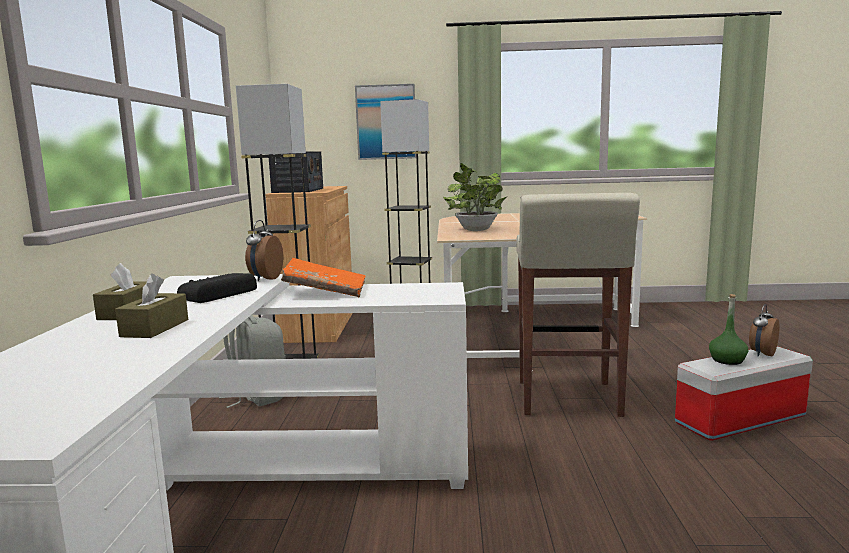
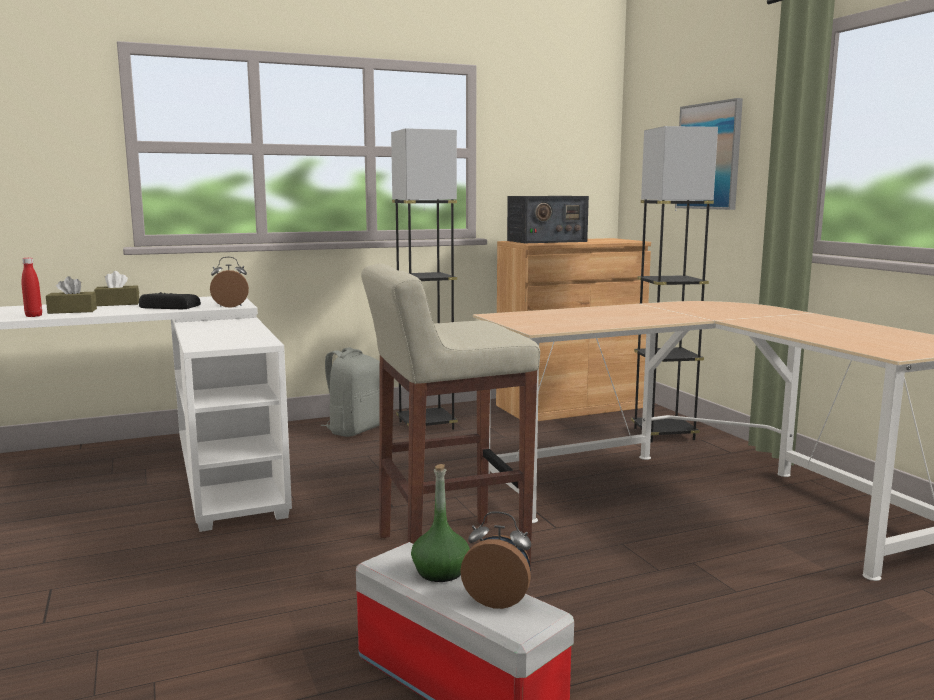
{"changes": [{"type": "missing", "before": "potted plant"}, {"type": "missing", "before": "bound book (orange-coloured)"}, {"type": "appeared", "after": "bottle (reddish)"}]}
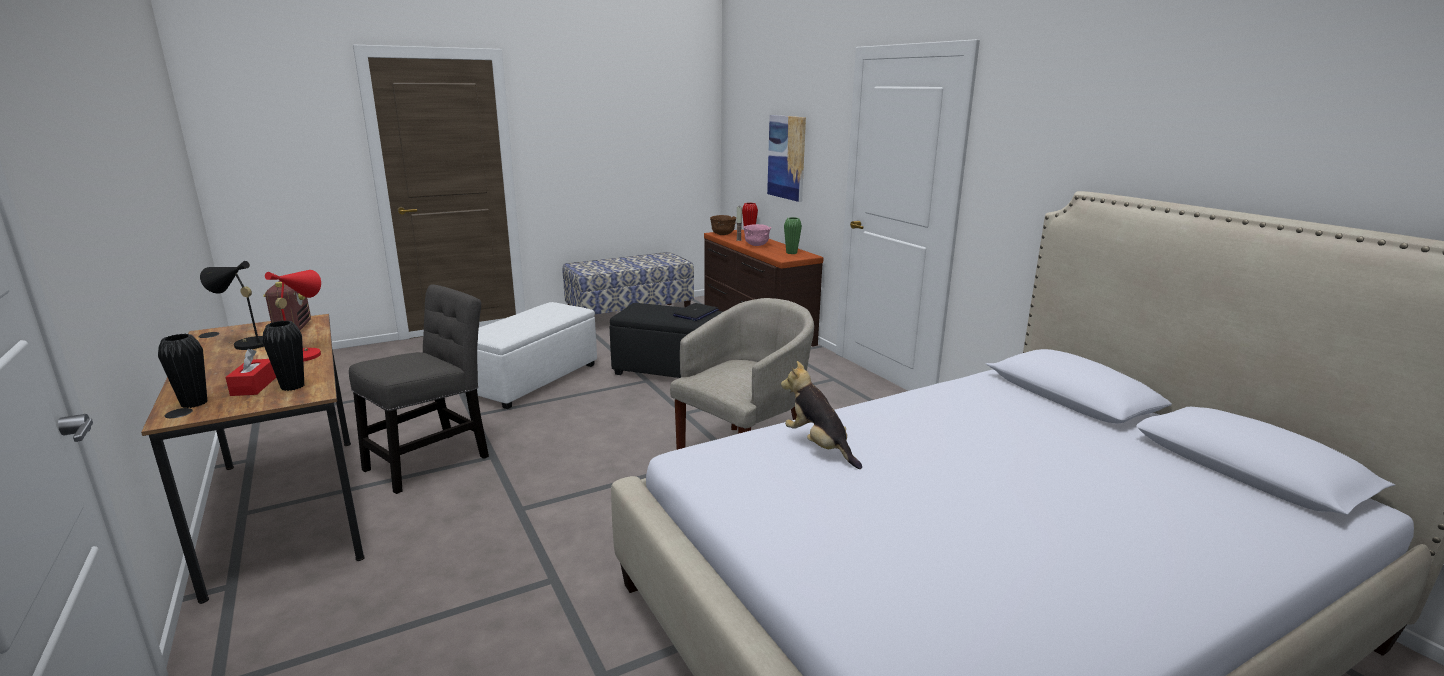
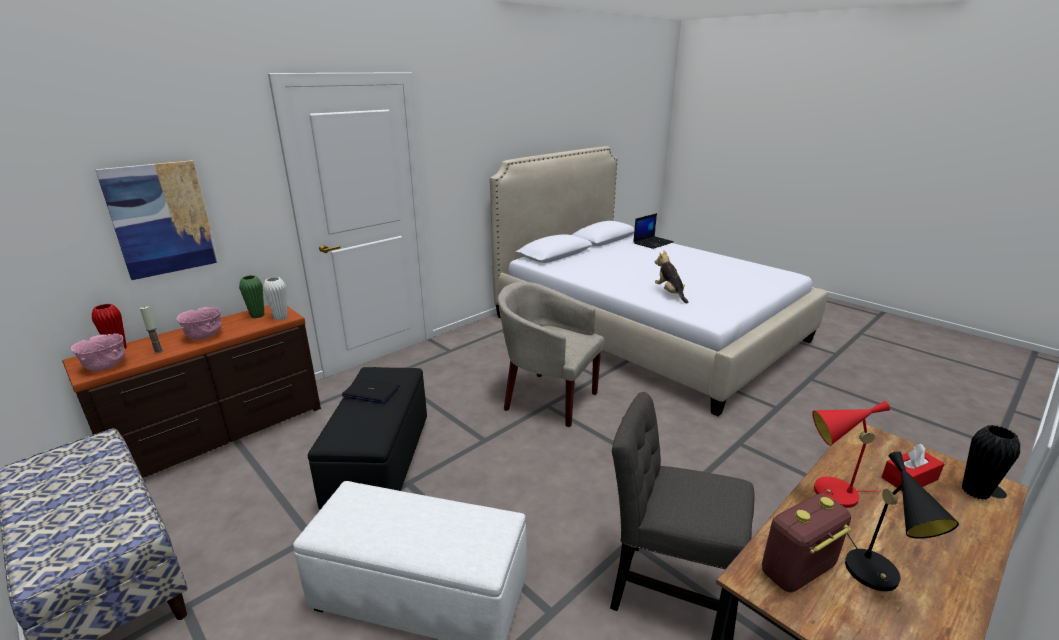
{"changes": [{"type": "colour", "before": "serving bowl (brown)", "after": "serving bowl (pink) (no. 1 from left)"}, {"type": "missing", "before": "decorative vase (black-coloured) (no. 2 from left)"}, {"type": "spun", "before": "soft toy", "turn": 120}, {"type": "appeared", "after": "laptop (no. 2 from left)"}, {"type": "appeared", "after": "decorative vase (white-coloured)"}]}
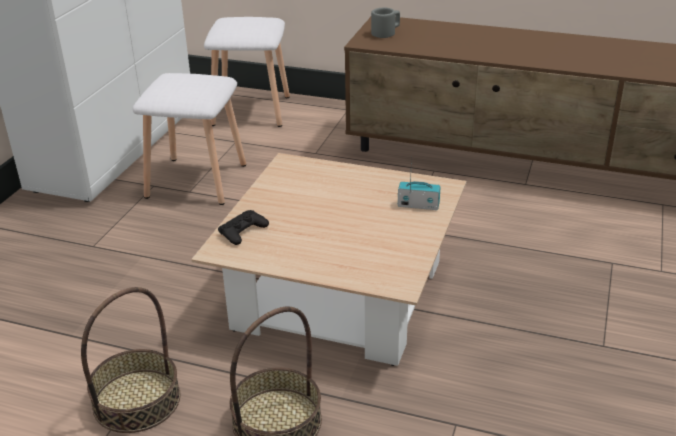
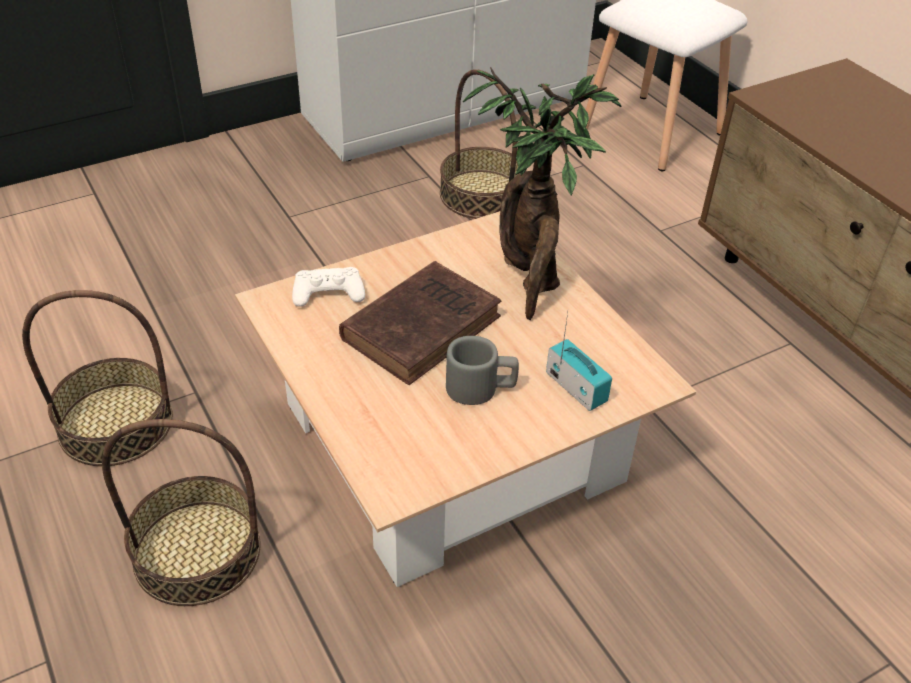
{"changes": [{"type": "relocated", "before": "coffee mug (gray)"}, {"type": "exchanged", "before": "sitting stool (white-coloured) (no. 1 from left)", "after": "basket (no. 3 from left)"}, {"type": "colour", "before": "joypad (black-coloured)", "after": "joypad (white-coloured)"}, {"type": "appeared", "after": "potted plant"}, {"type": "appeared", "after": "bound book (brown)"}]}
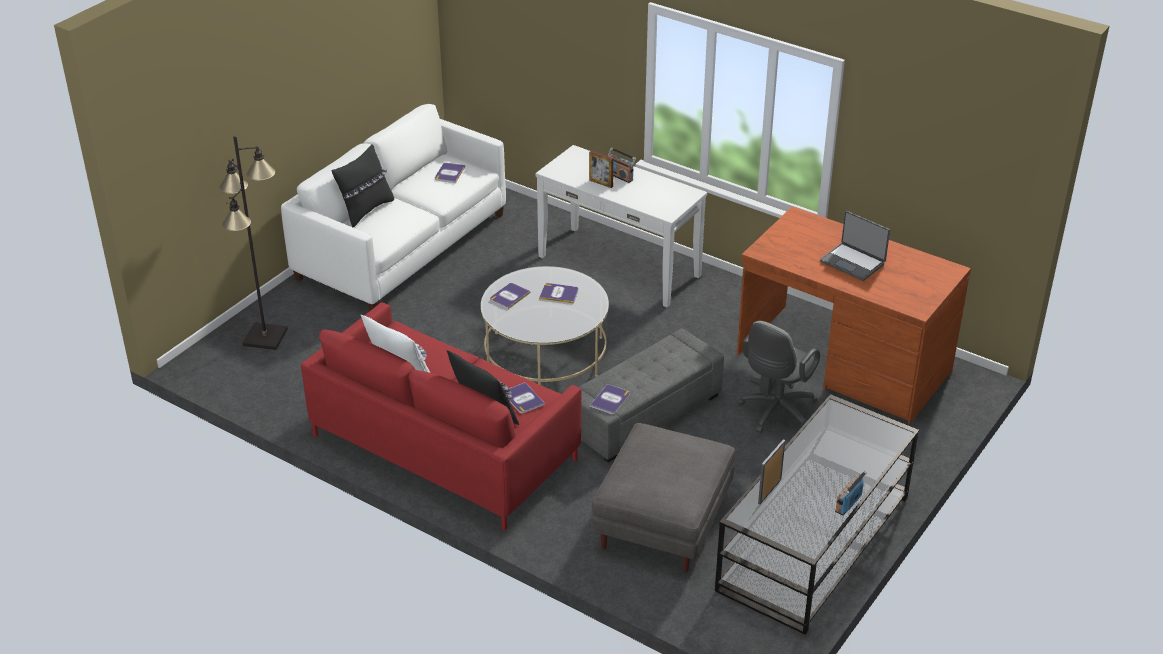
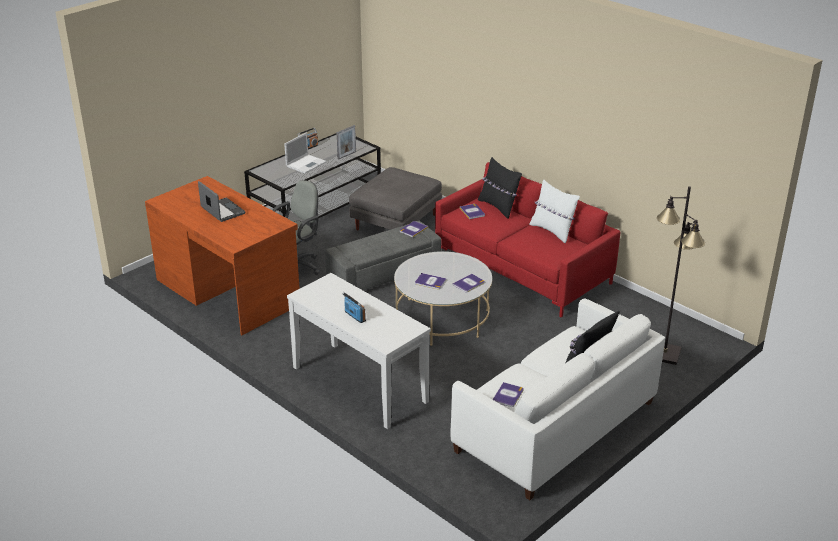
{"changes": [{"type": "missing", "before": "standing frame (no. 1 from left)"}, {"type": "appeared", "after": "laptop (no. 2 from left)"}]}
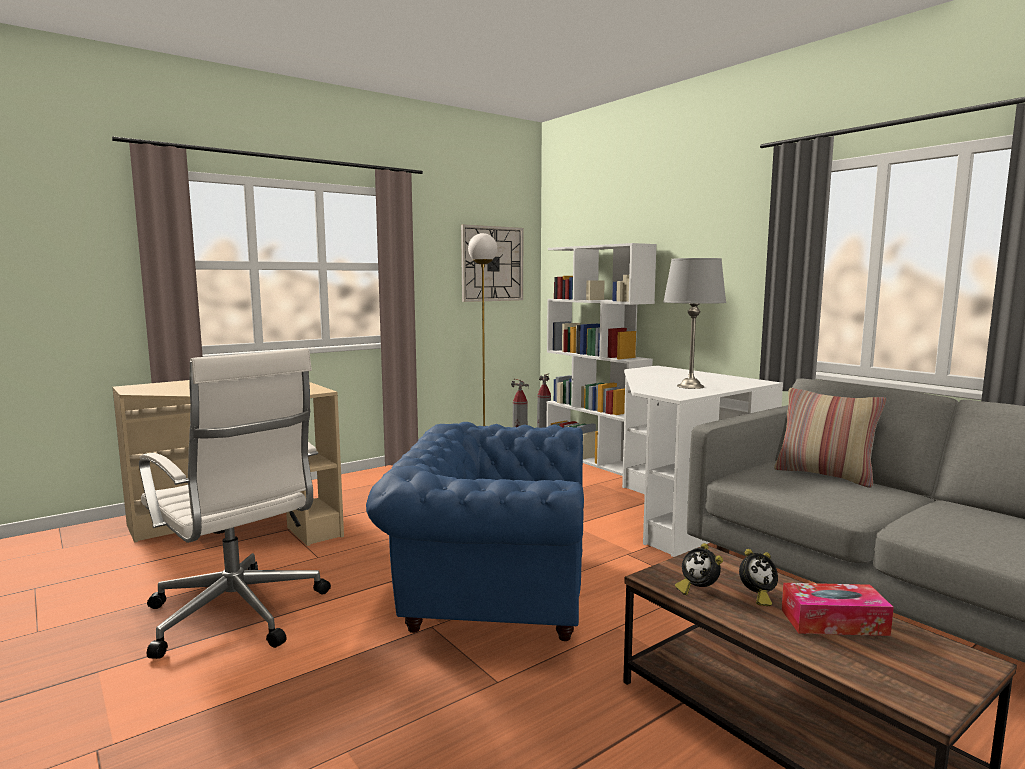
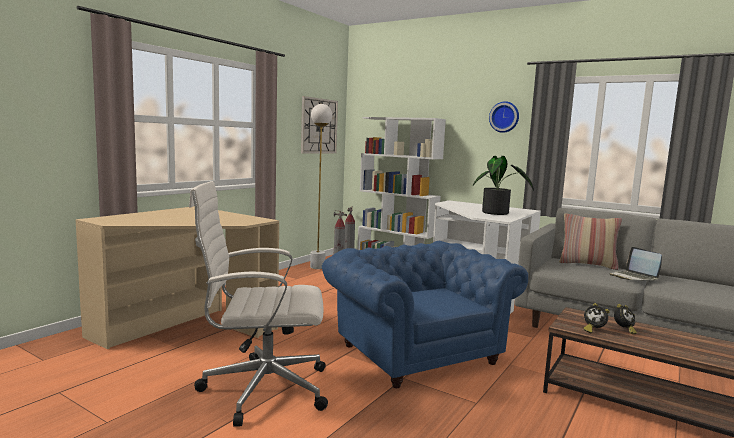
{"changes": [{"type": "exchanged", "before": "table lamp (gray)", "after": "potted plant"}, {"type": "spun", "before": "desk chair (white-coloured)", "turn": 150}, {"type": "spun", "before": "easy chair (blue)", "turn": 75}, {"type": "missing", "before": "box of tissues"}, {"type": "appeared", "after": "wall clock (no. 2 from left)"}, {"type": "appeared", "after": "laptop"}]}
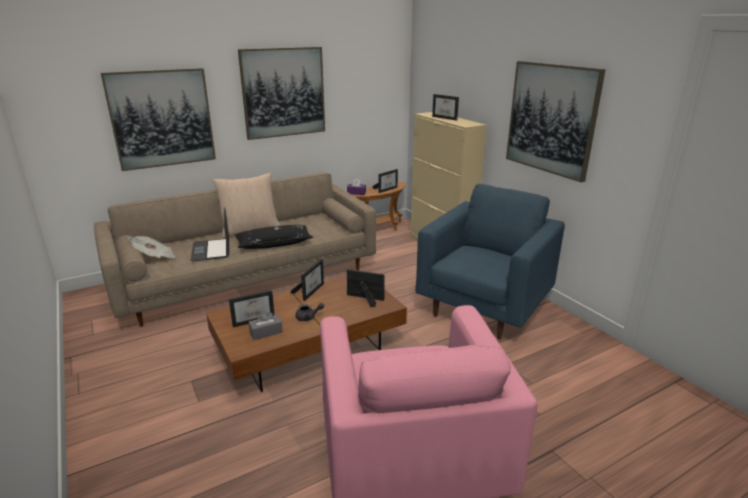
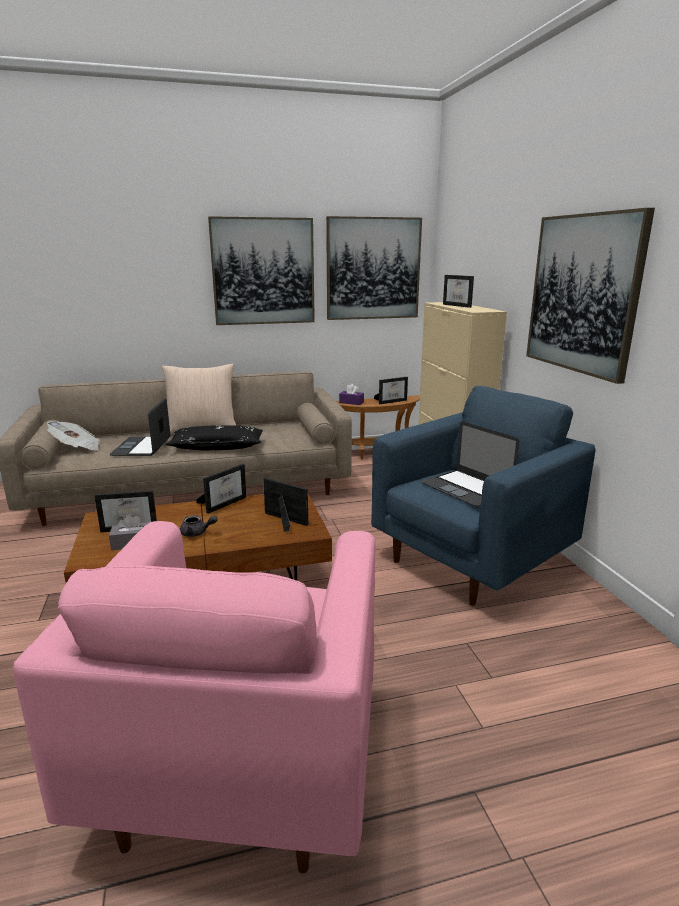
{"changes": [{"type": "relocated", "before": "wall art (no. 1 from left in the first image)", "after": "wall art (no. 2 from left)"}, {"type": "appeared", "after": "laptop (no. 2 from left)"}]}
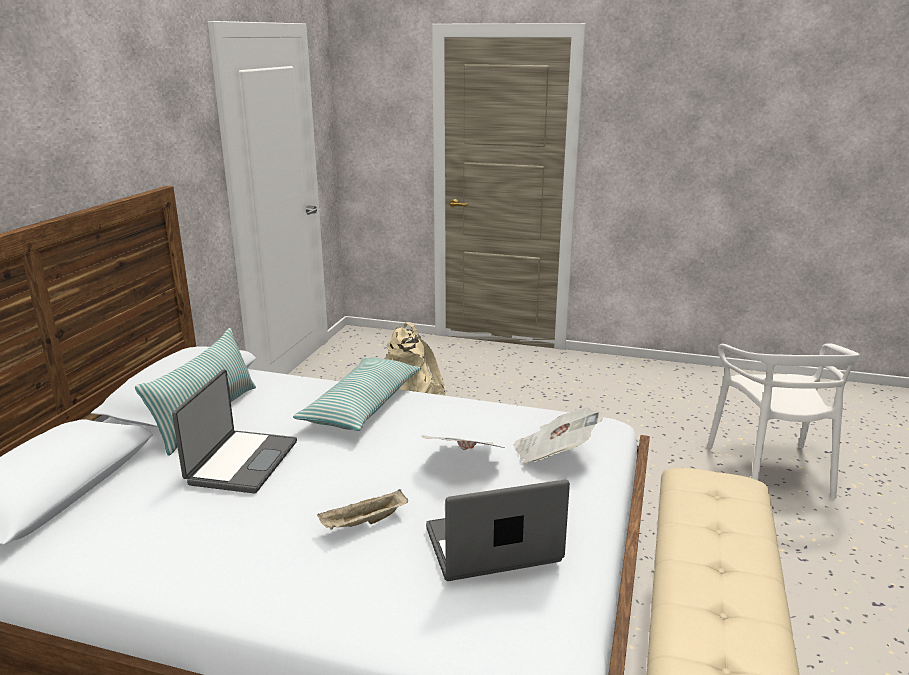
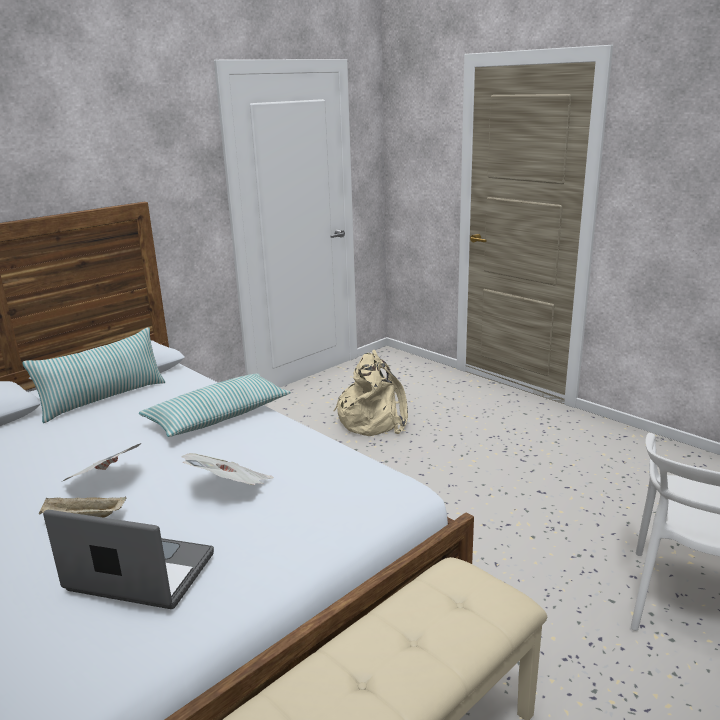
{"changes": [{"type": "missing", "before": "laptop (no. 1 from left)"}, {"type": "relocated", "before": "daily paper (no. 2 from left in the first image)", "after": "daily paper (no. 1 from left)"}]}
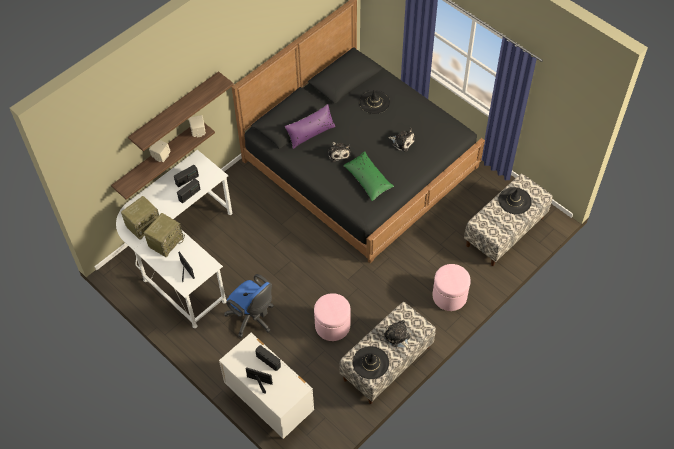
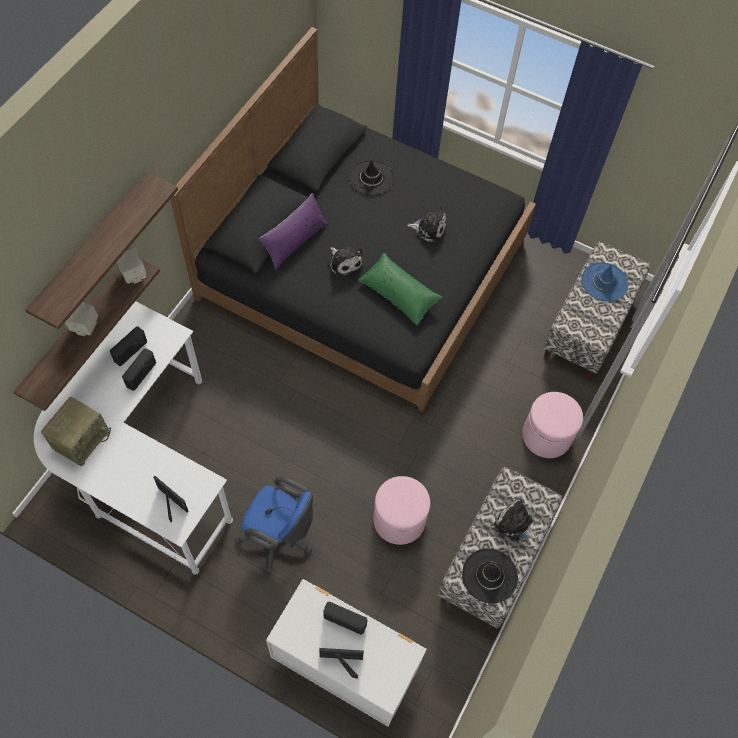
{"changes": [{"type": "colour", "before": "wearable hat (black-coloured) (no. 3 from left)", "after": "wearable hat (blue)"}, {"type": "missing", "before": "radio (no. 2 from left)"}]}
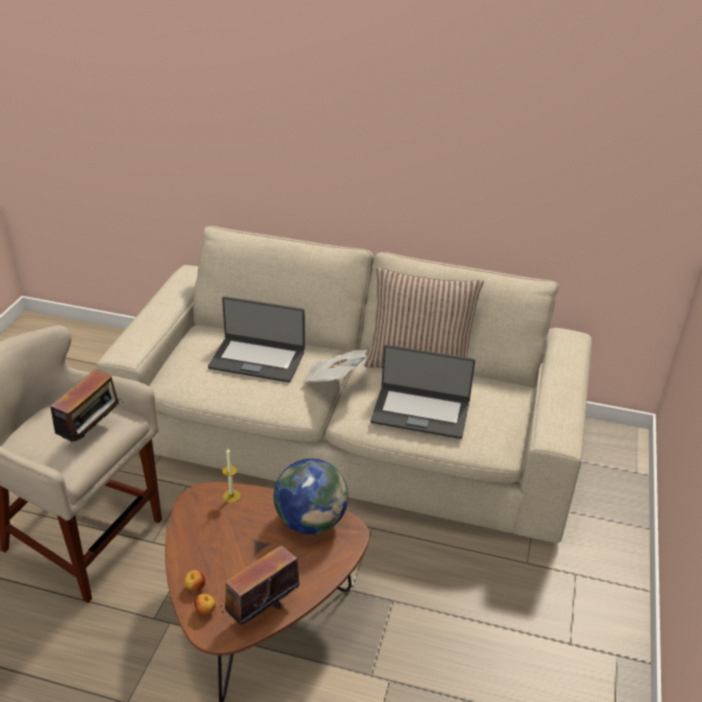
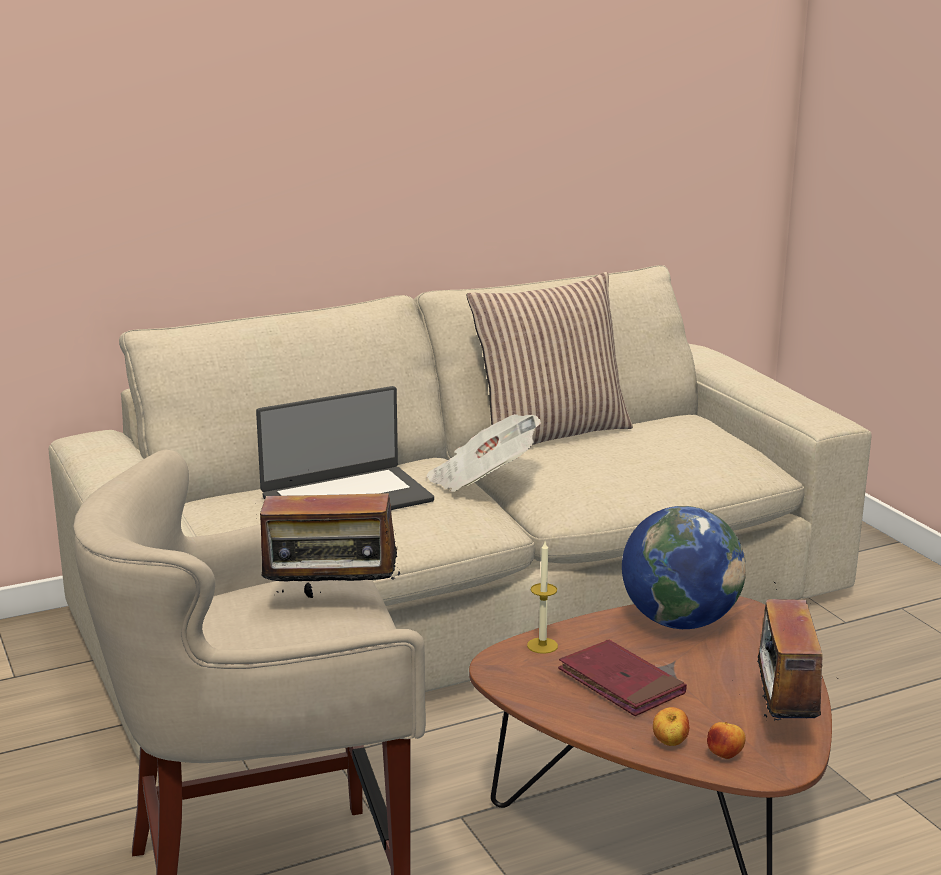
{"changes": [{"type": "missing", "before": "laptop (no. 2 from left)"}, {"type": "spun", "before": "radio (no. 1 from left)", "turn": 105}, {"type": "appeared", "after": "bound book (reddish)"}]}
